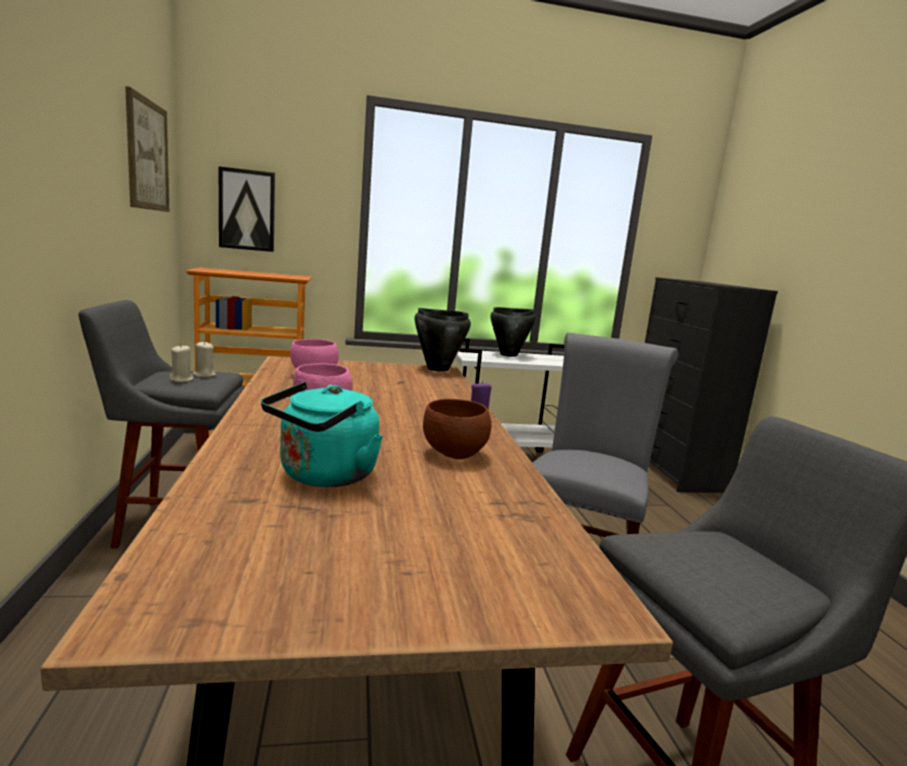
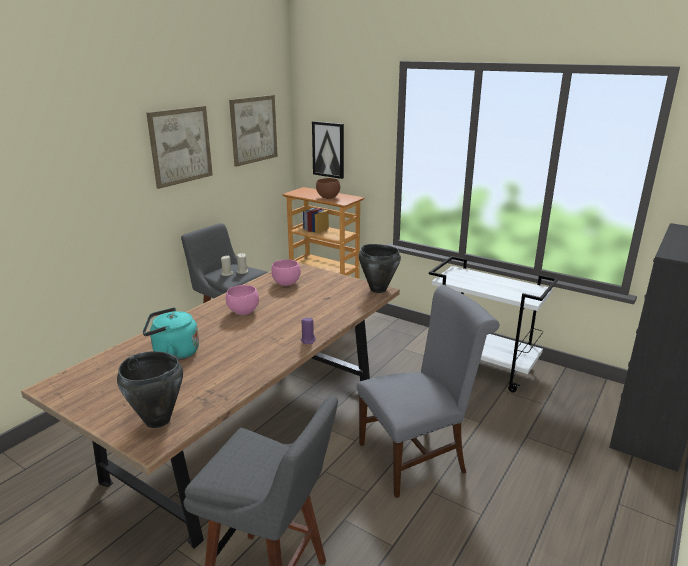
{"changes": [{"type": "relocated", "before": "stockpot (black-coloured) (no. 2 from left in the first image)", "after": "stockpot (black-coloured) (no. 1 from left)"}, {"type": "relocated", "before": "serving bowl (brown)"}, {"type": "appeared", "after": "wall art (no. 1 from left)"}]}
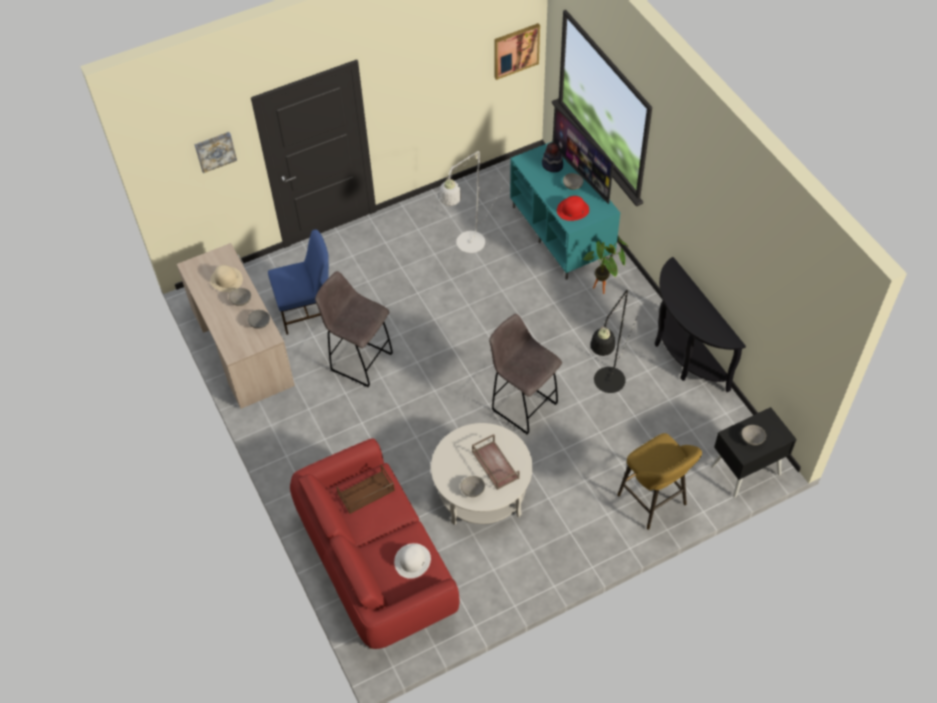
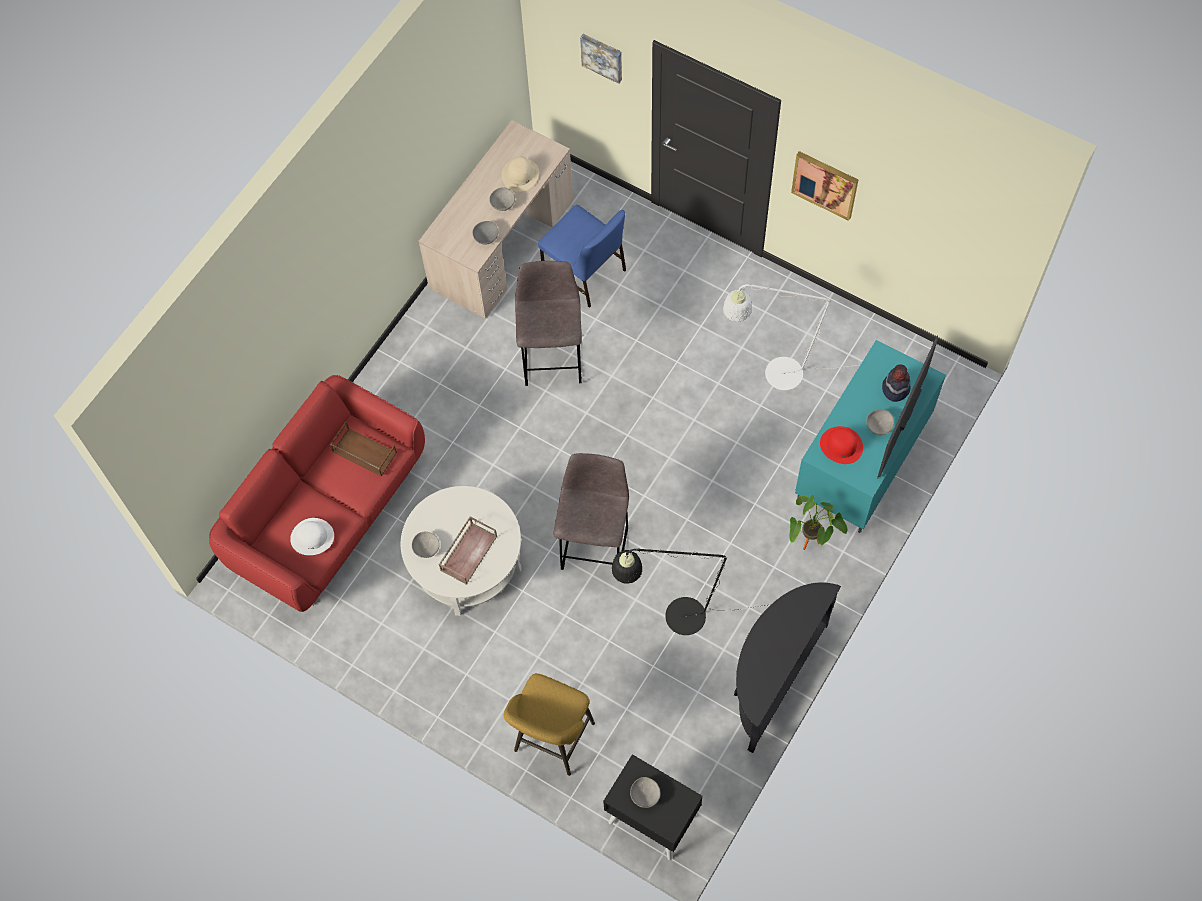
{"changes": [{"type": "relocated", "before": "wall art (no. 2 from left)"}]}
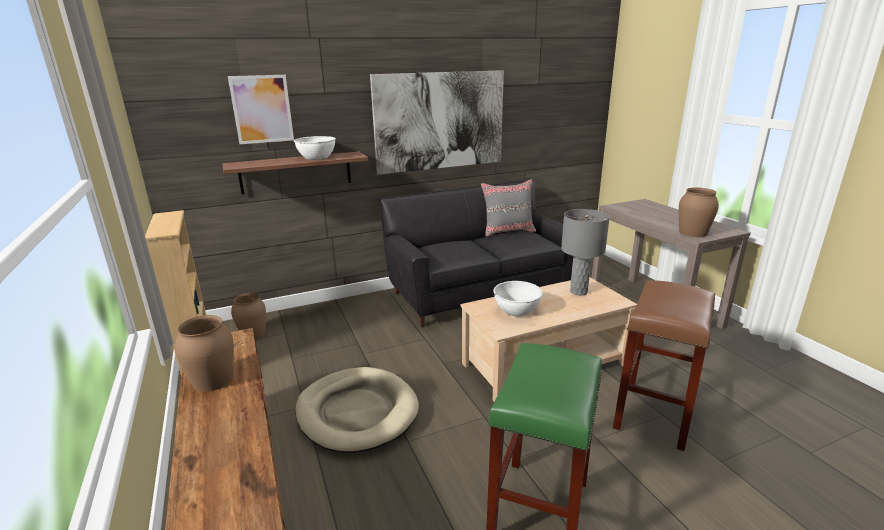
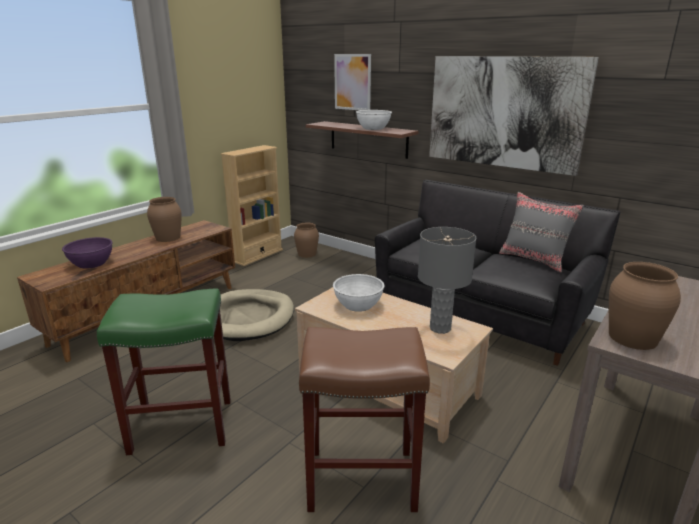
{"changes": [{"type": "appeared", "after": "serving bowl (purplish)"}]}
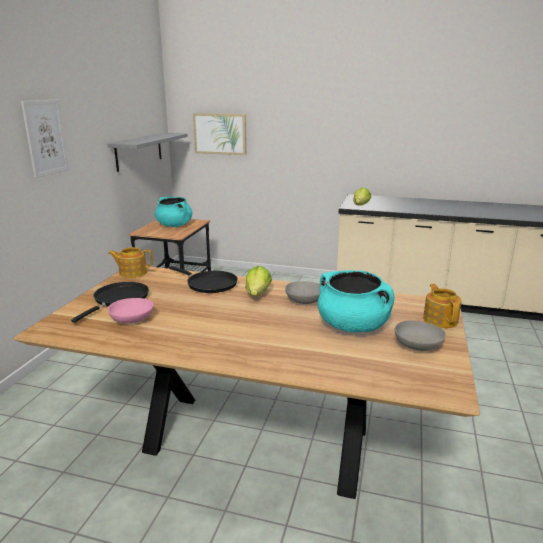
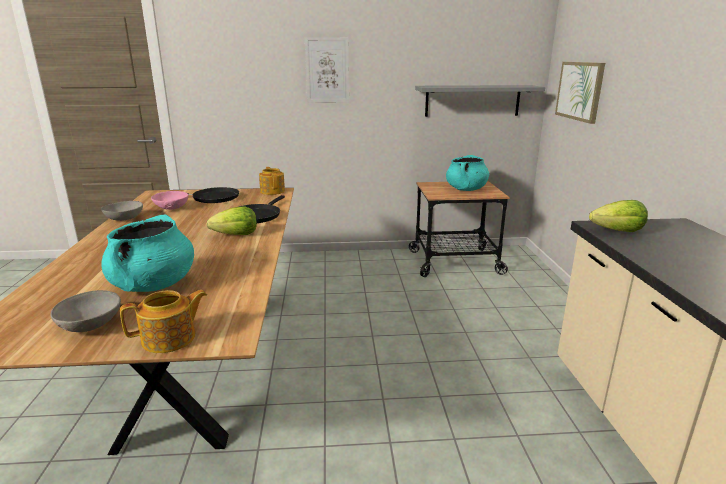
{"changes": [{"type": "relocated", "before": "serving bowl (gray) (no. 1 from left in the first image)", "after": "serving bowl (gray) (no. 2 from left)"}]}
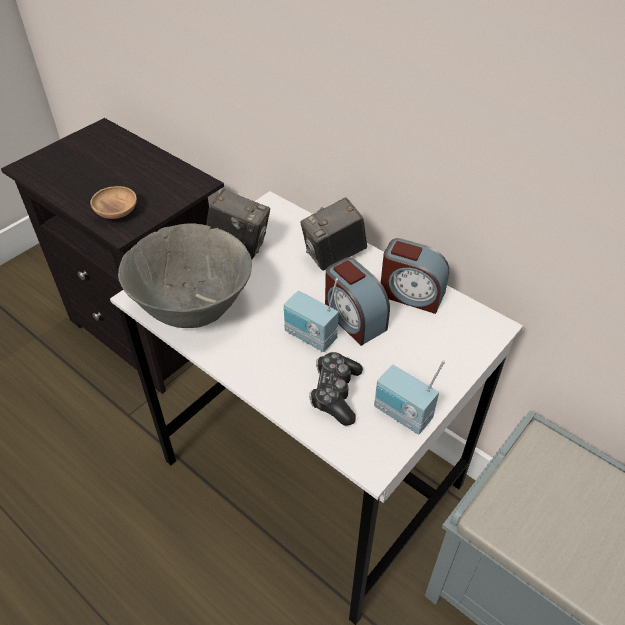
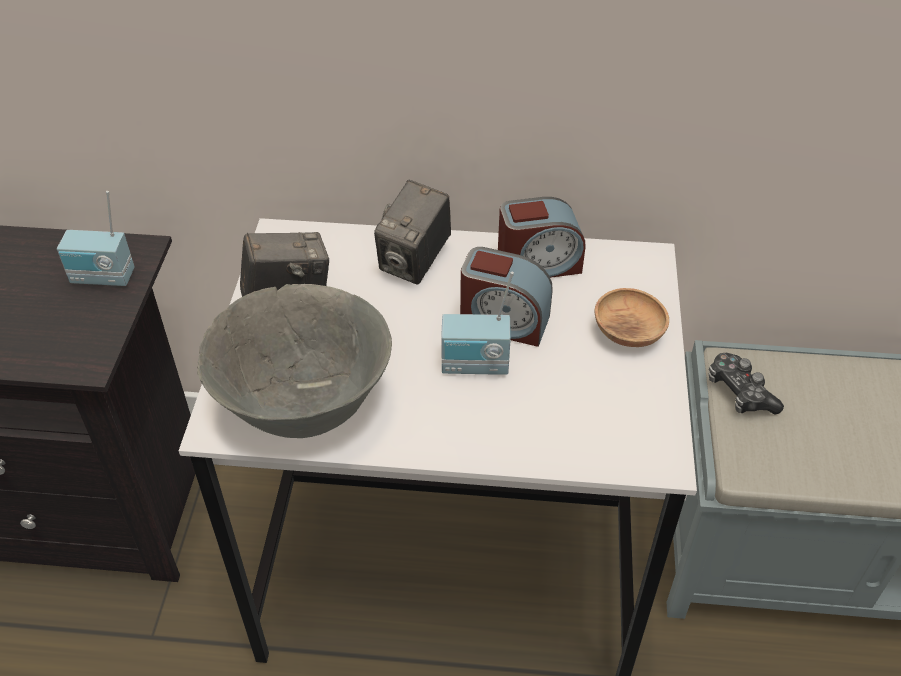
{"changes": [{"type": "relocated", "before": "serving bowl (brown)"}, {"type": "relocated", "before": "joypad"}, {"type": "relocated", "before": "radio (no. 2 from left in the first image)", "after": "radio (no. 1 from left)"}]}
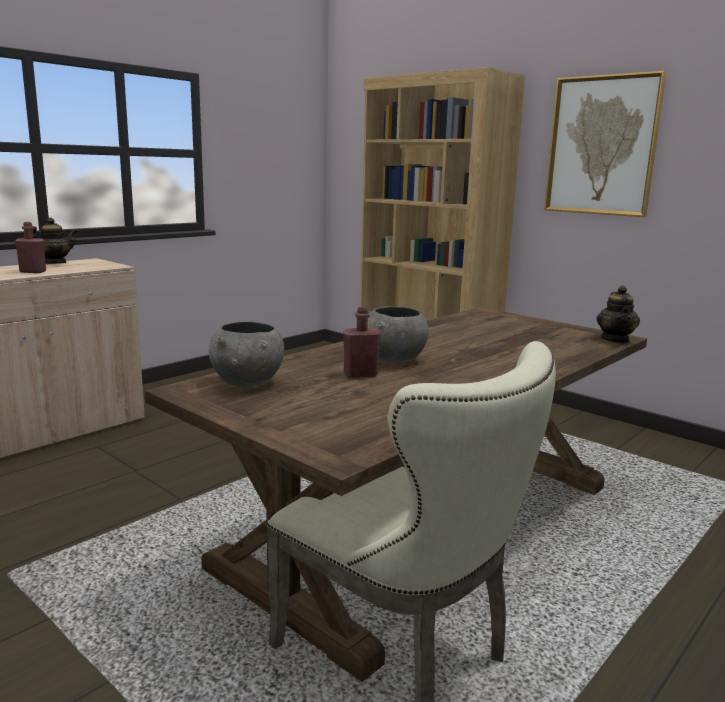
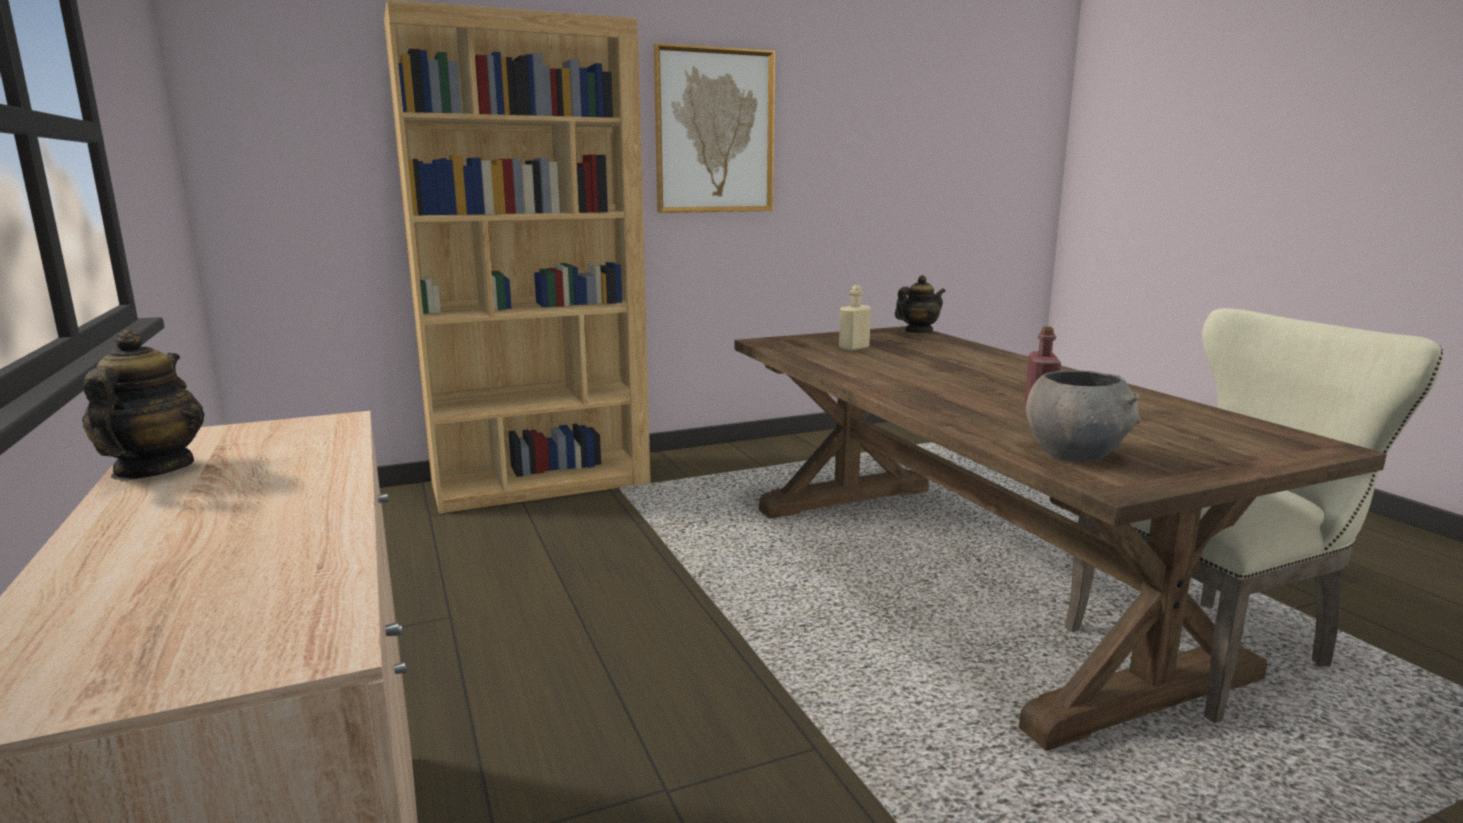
{"changes": [{"type": "missing", "before": "bottle (reddish) (no. 1 from left)"}, {"type": "spun", "before": "teapot (no. 2 from left)", "turn": -60}, {"type": "missing", "before": "serving bowl (gray) (no. 2 from left)"}, {"type": "appeared", "after": "bottle (beige-coloured)"}]}
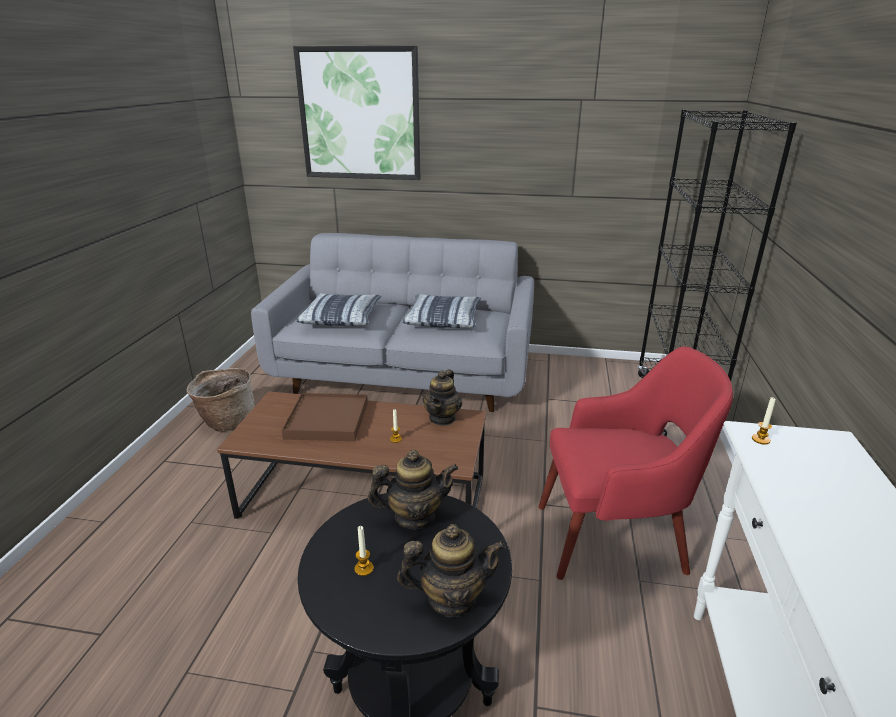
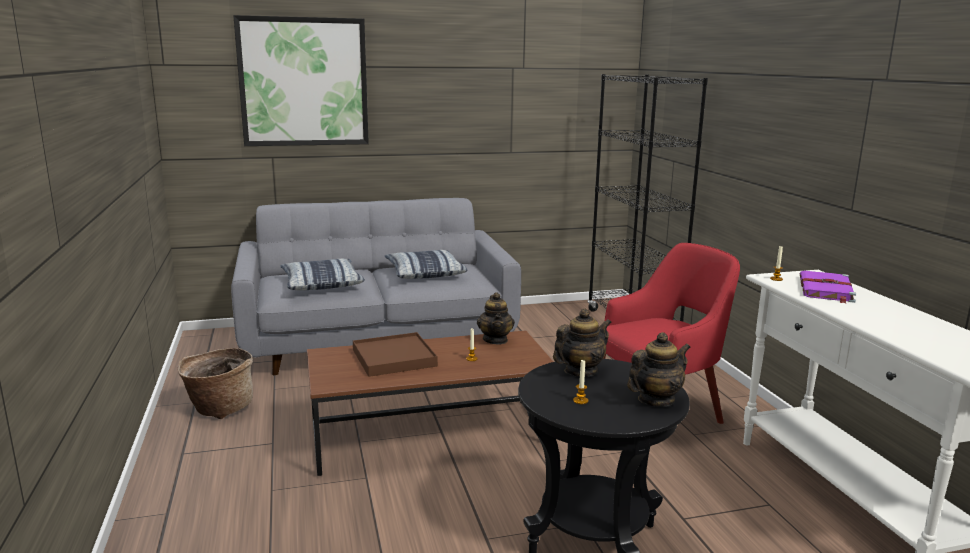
{"changes": [{"type": "appeared", "after": "bound book (purplish)"}]}
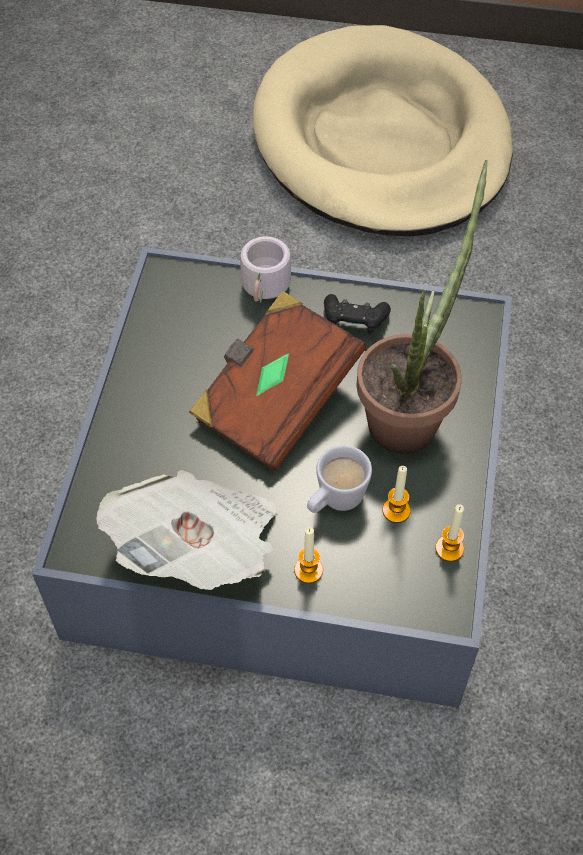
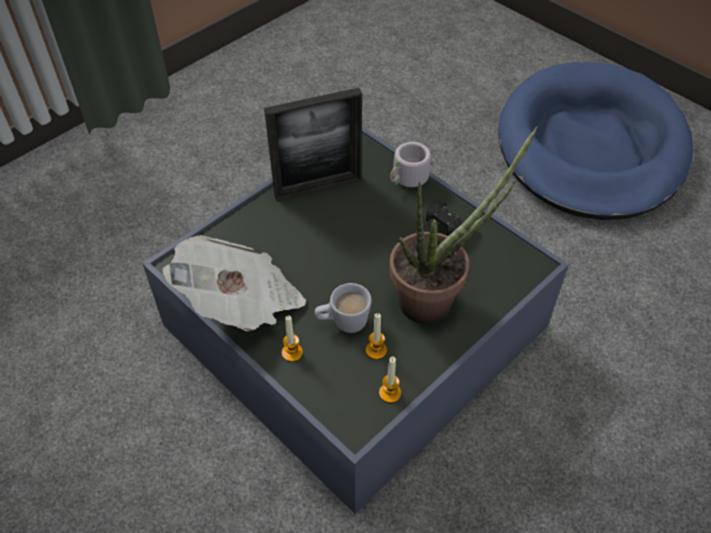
{"changes": [{"type": "colour", "before": "dog cushion (beige-coloured)", "after": "dog cushion (blue)"}, {"type": "missing", "before": "bound book (brown)"}, {"type": "appeared", "after": "standing frame"}]}
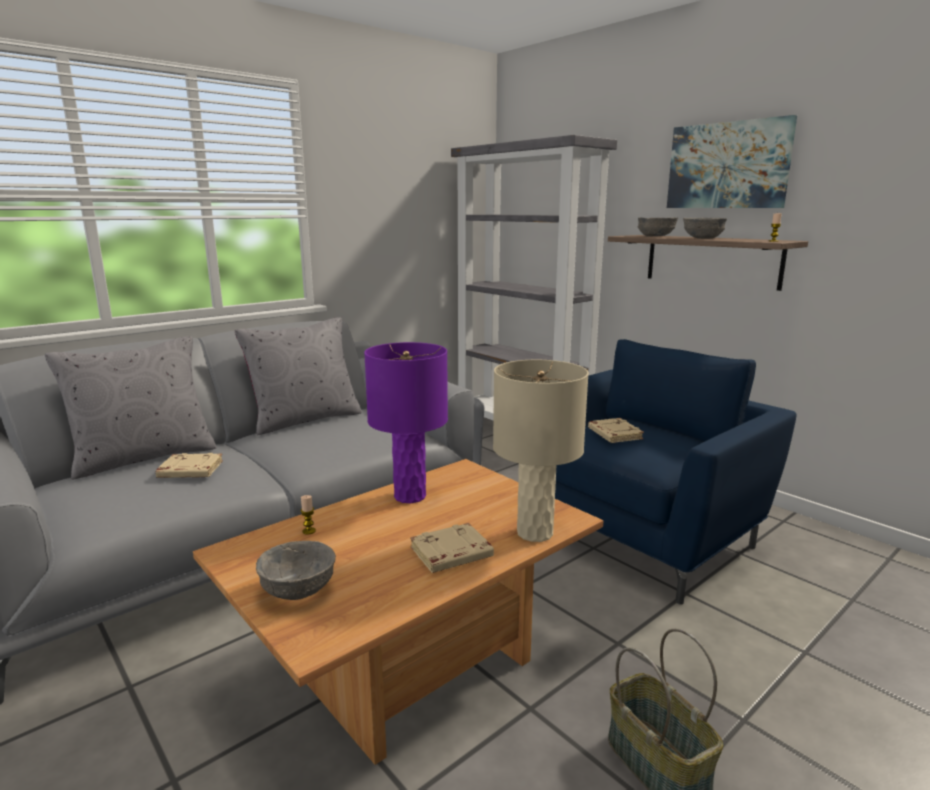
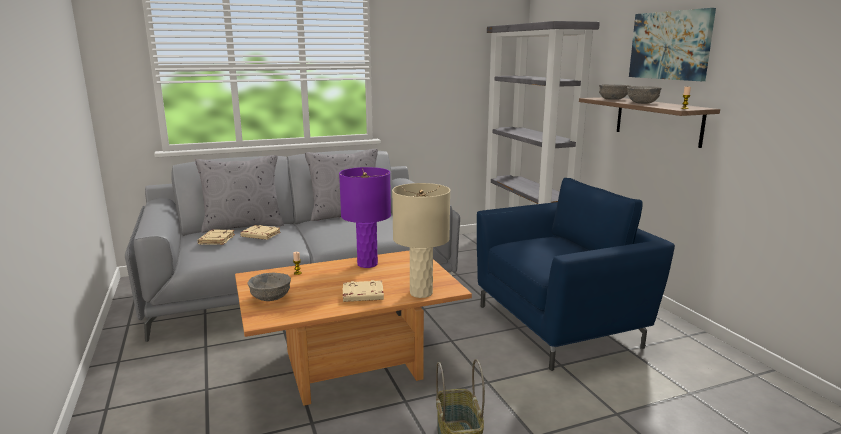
{"changes": [{"type": "relocated", "before": "bound book (beige-coloured) (no. 3 from left in the first image)", "after": "bound book (beige-coloured) (no. 1 from left)"}]}
